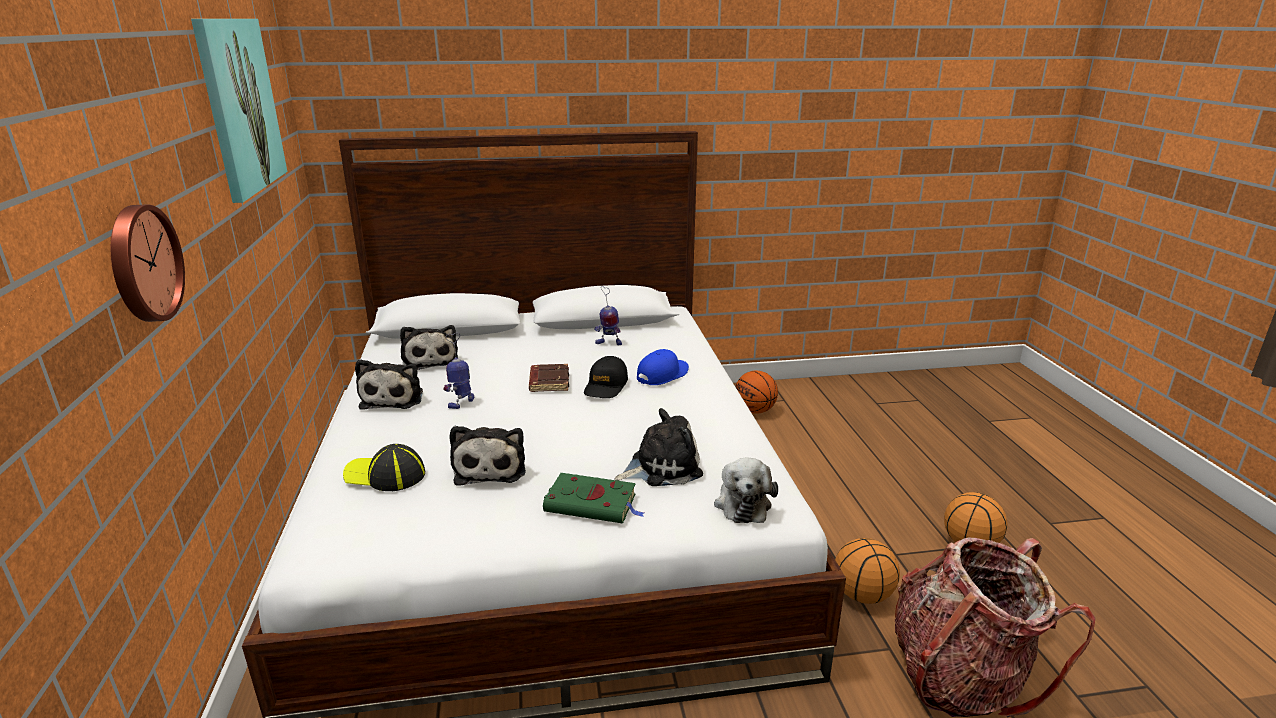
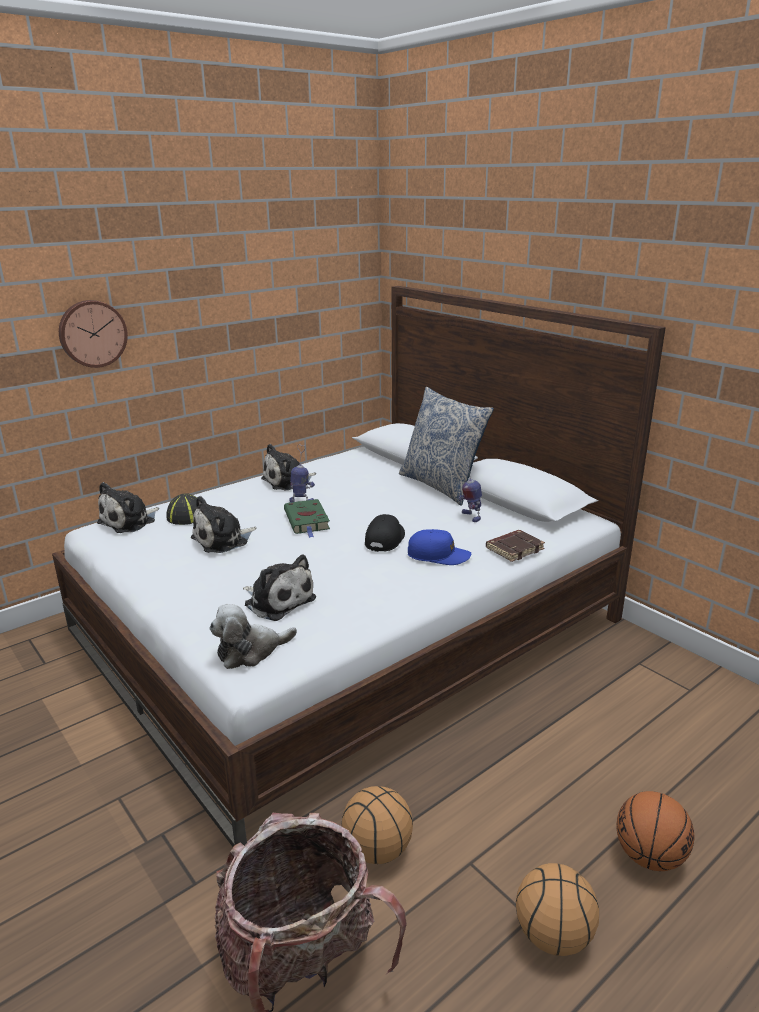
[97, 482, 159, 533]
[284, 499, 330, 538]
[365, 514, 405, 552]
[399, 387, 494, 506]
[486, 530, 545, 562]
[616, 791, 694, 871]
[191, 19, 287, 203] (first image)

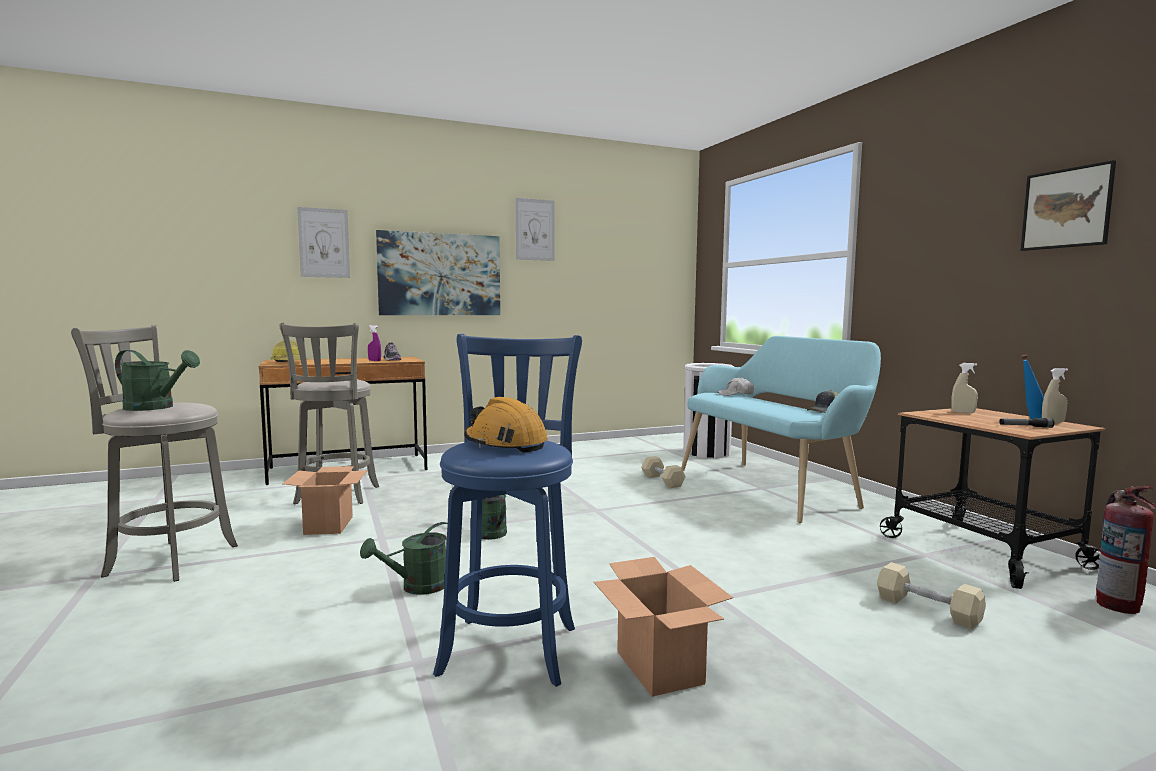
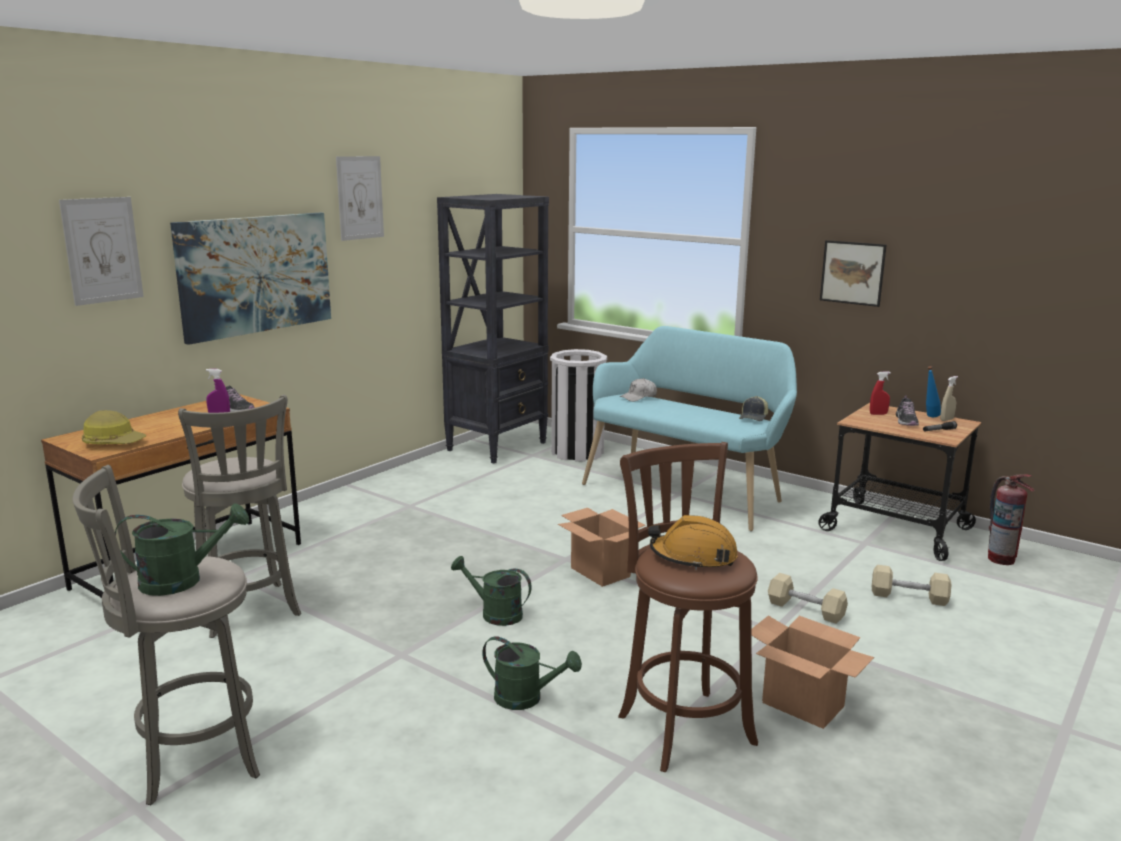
[437, 194, 549, 464]
[482, 636, 582, 710]
[558, 508, 646, 587]
[618, 442, 758, 772]
[768, 573, 848, 624]
[820, 240, 887, 307]
[870, 371, 891, 415]
[896, 395, 919, 426]

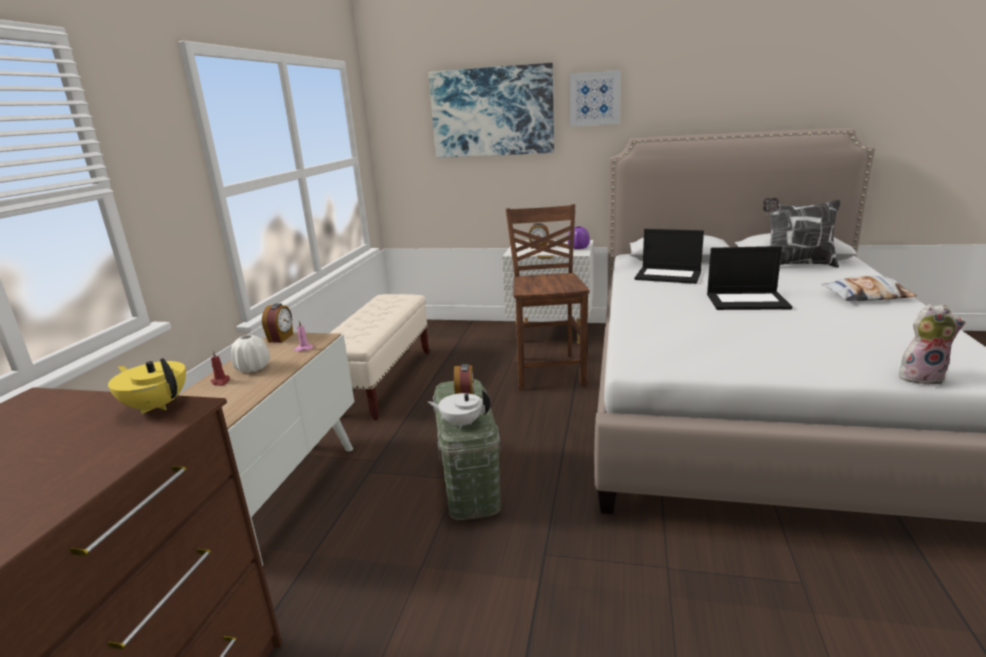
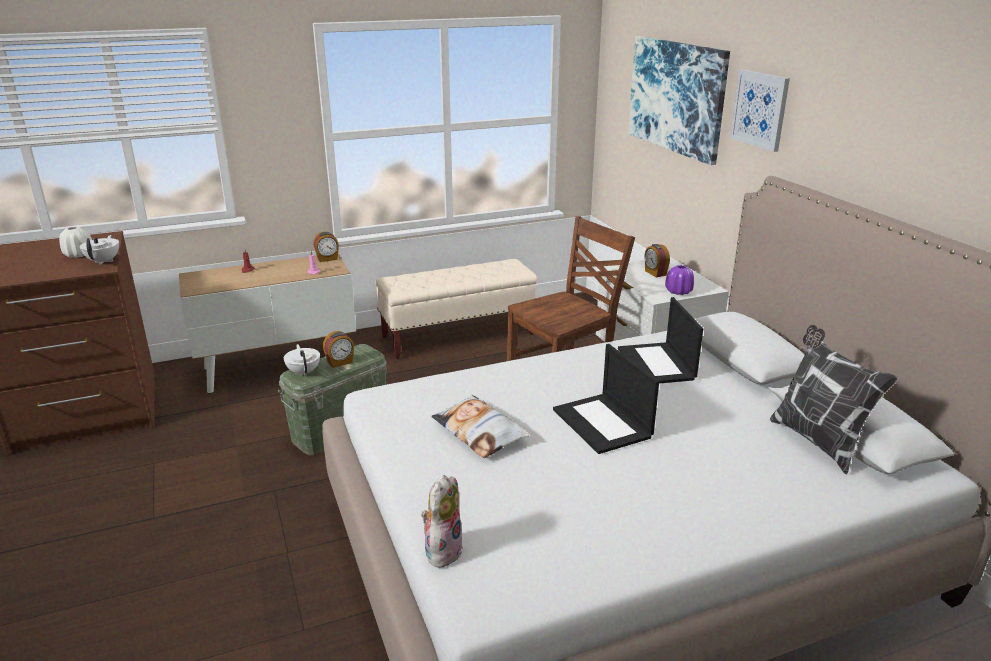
[59, 226, 92, 258]
[80, 235, 119, 265]
[421, 475, 463, 568]
[431, 395, 529, 458]

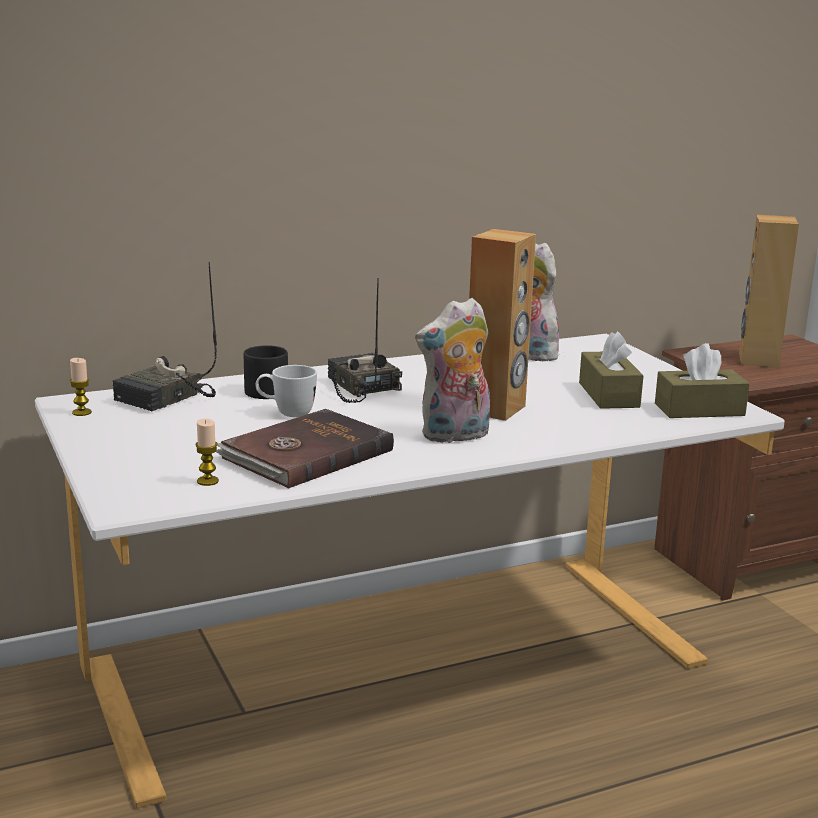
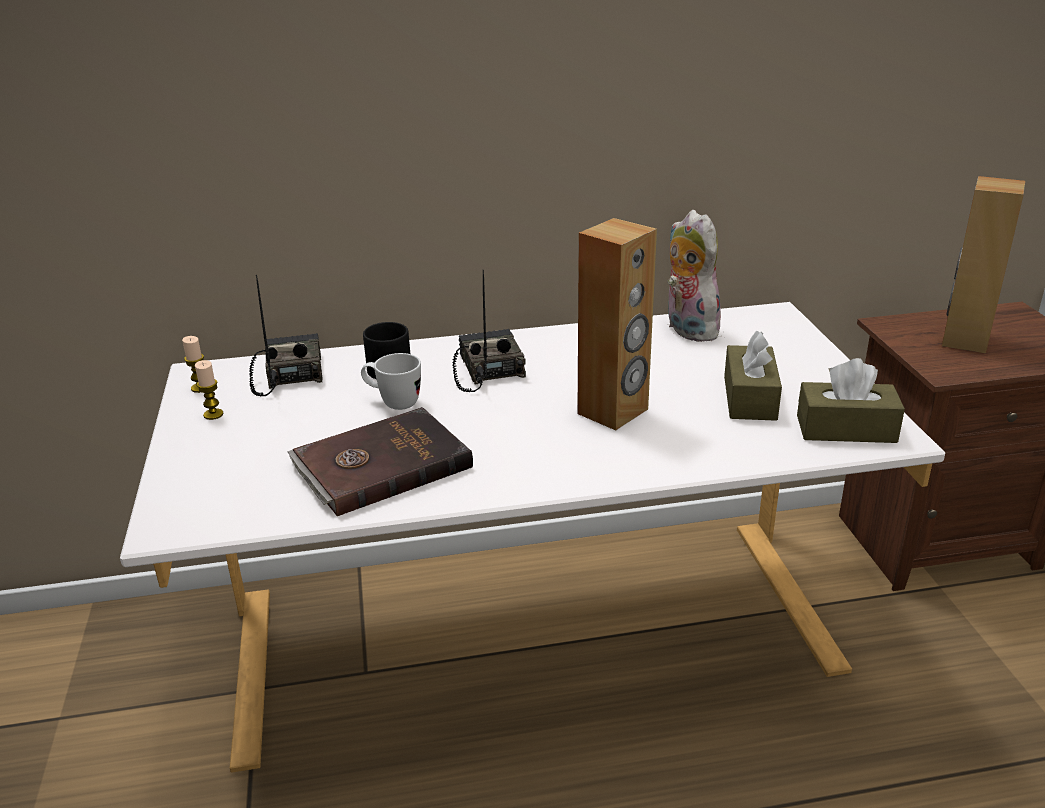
[195, 360, 224, 420]
[249, 275, 323, 397]
[415, 298, 490, 444] (first image)

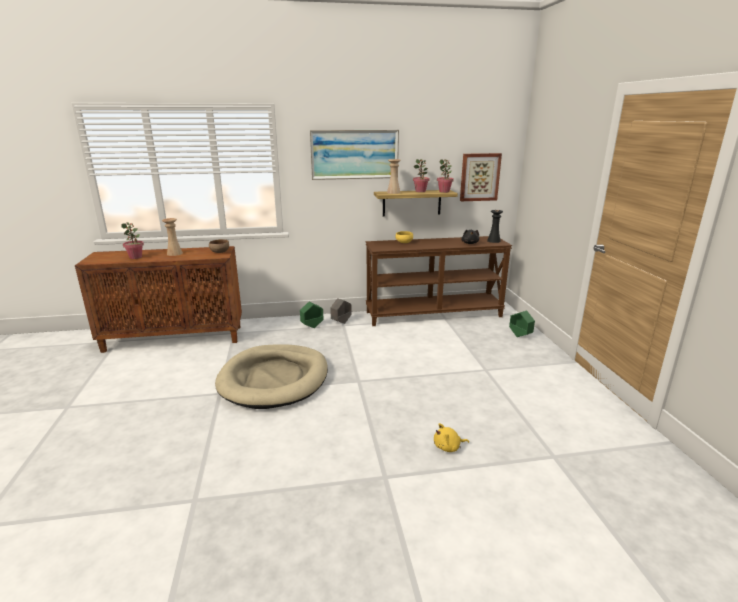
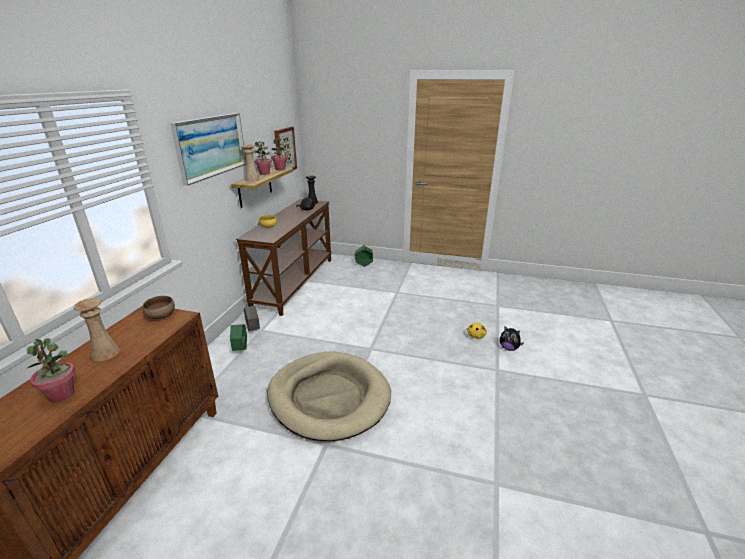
[500, 326, 523, 351]

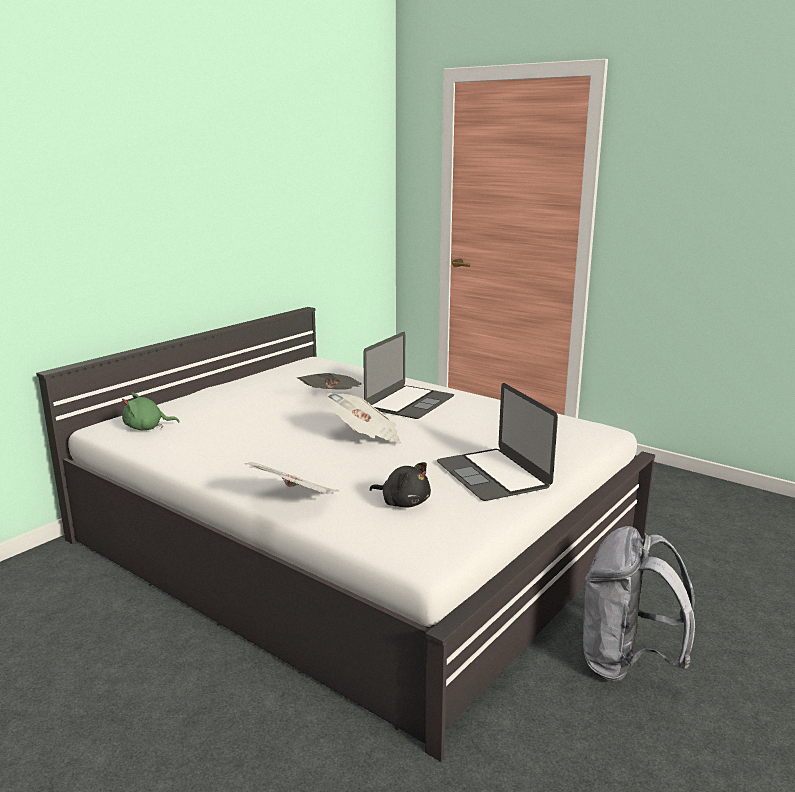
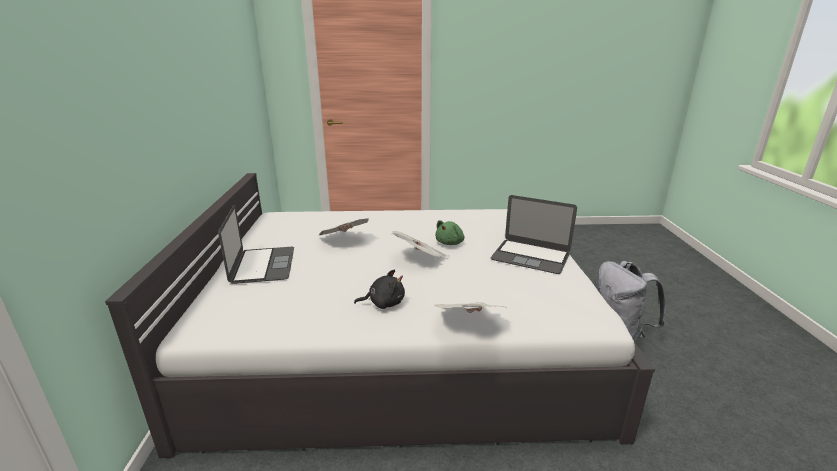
[218, 204, 294, 284]
[354, 269, 405, 309]
[435, 220, 465, 245]

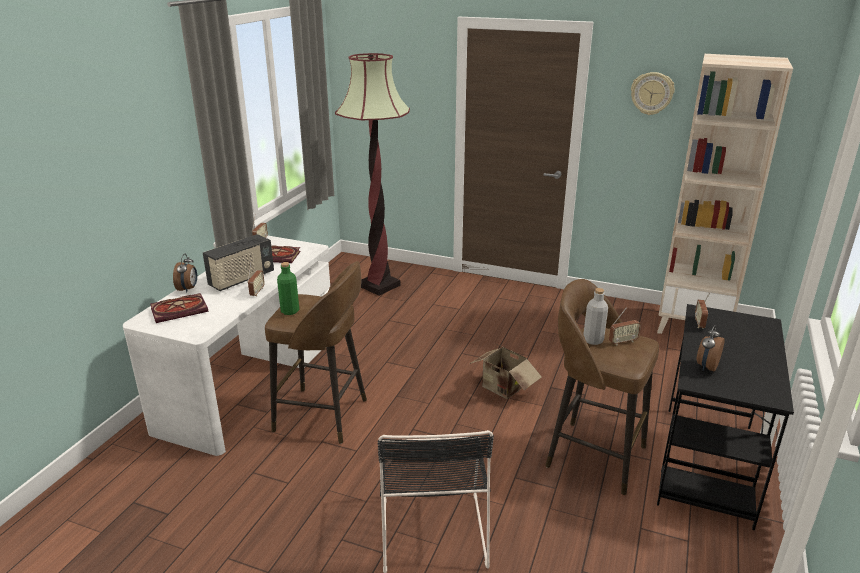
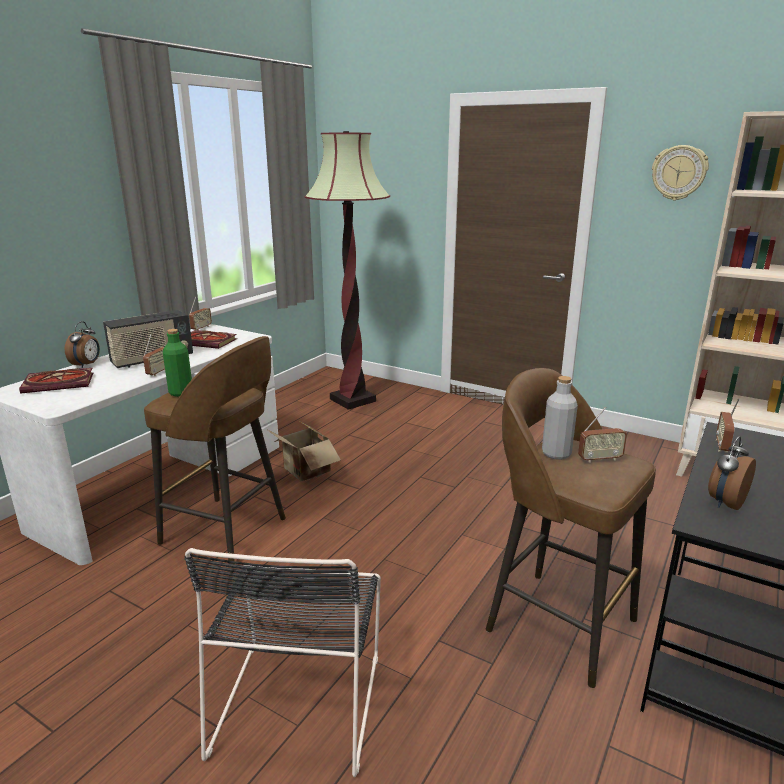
[266, 420, 341, 481]

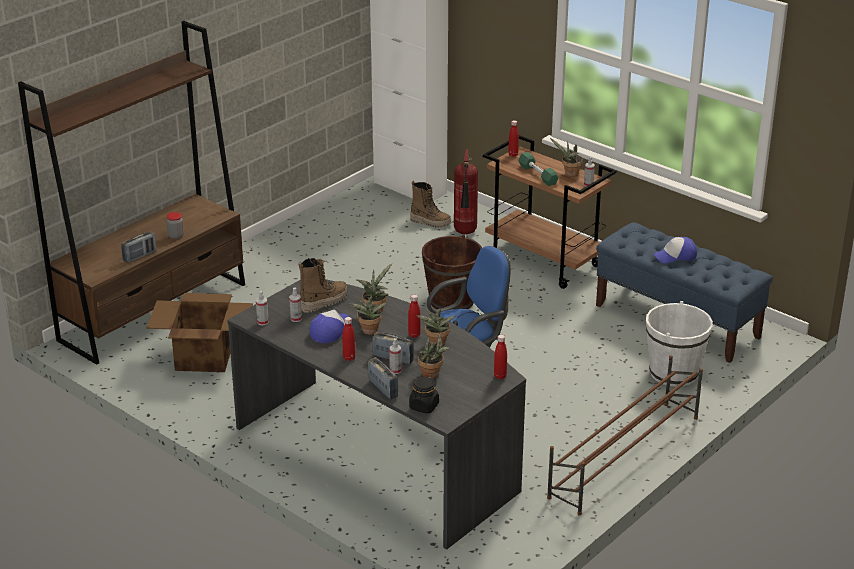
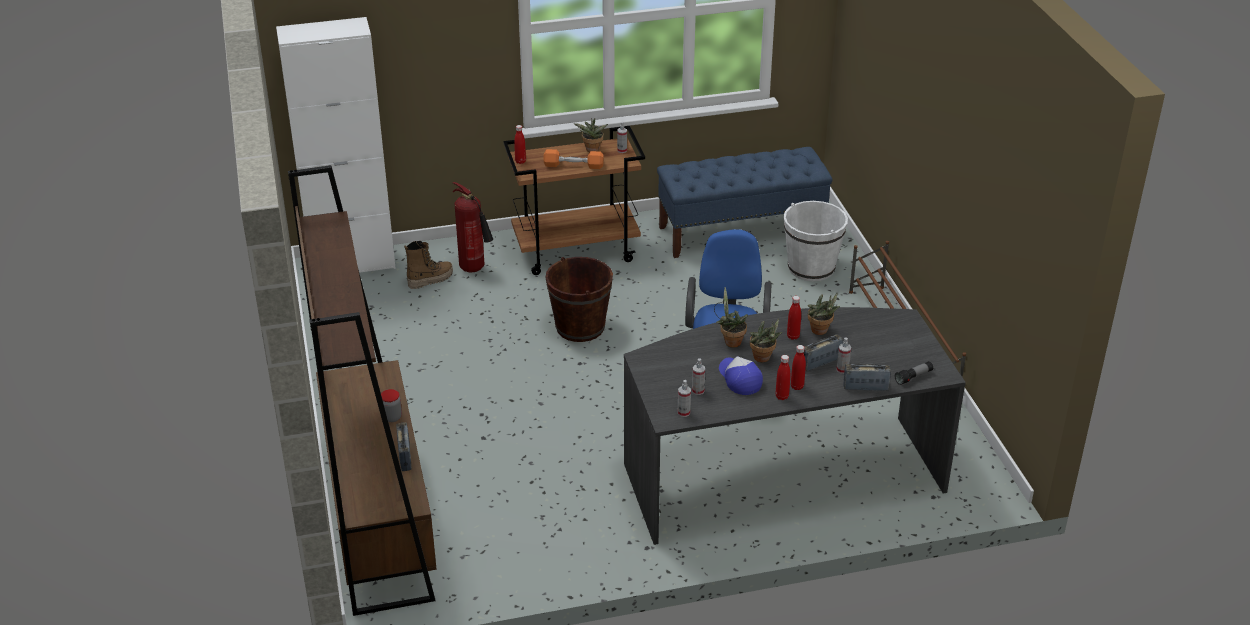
[543, 149, 604, 169]
[776, 355, 790, 400]
[895, 361, 933, 385]
[146, 293, 253, 372] (first image)
[298, 258, 347, 313] (first image)
[418, 333, 449, 379] (first image)
[654, 237, 697, 263] (first image)

